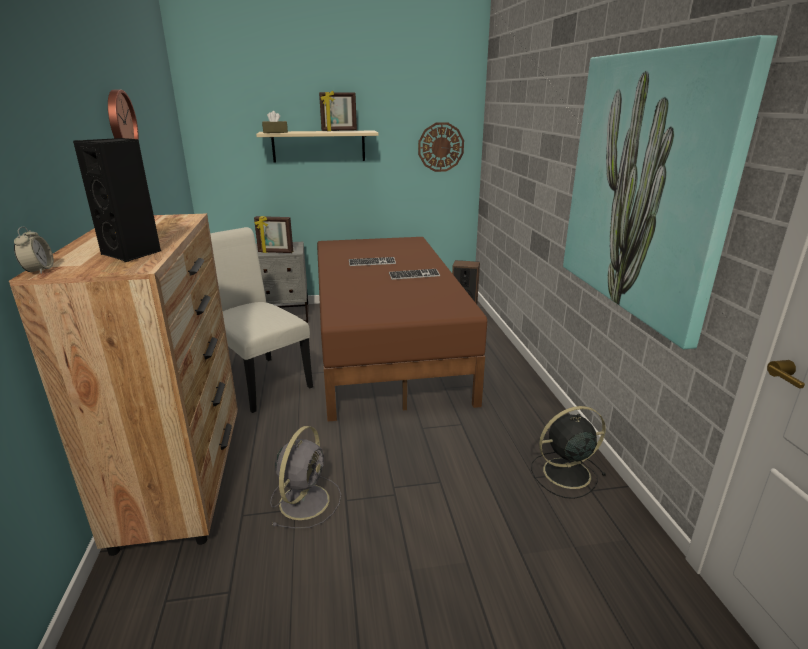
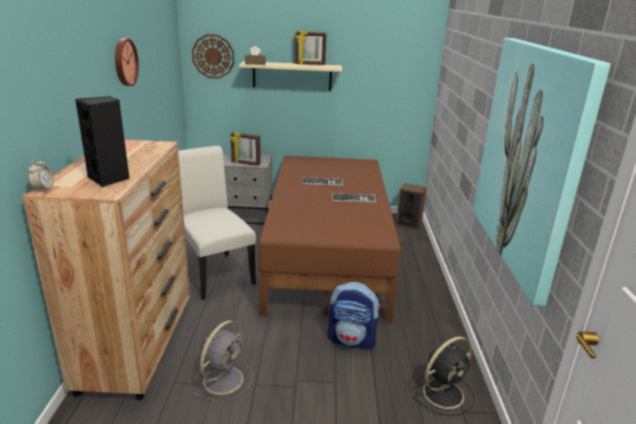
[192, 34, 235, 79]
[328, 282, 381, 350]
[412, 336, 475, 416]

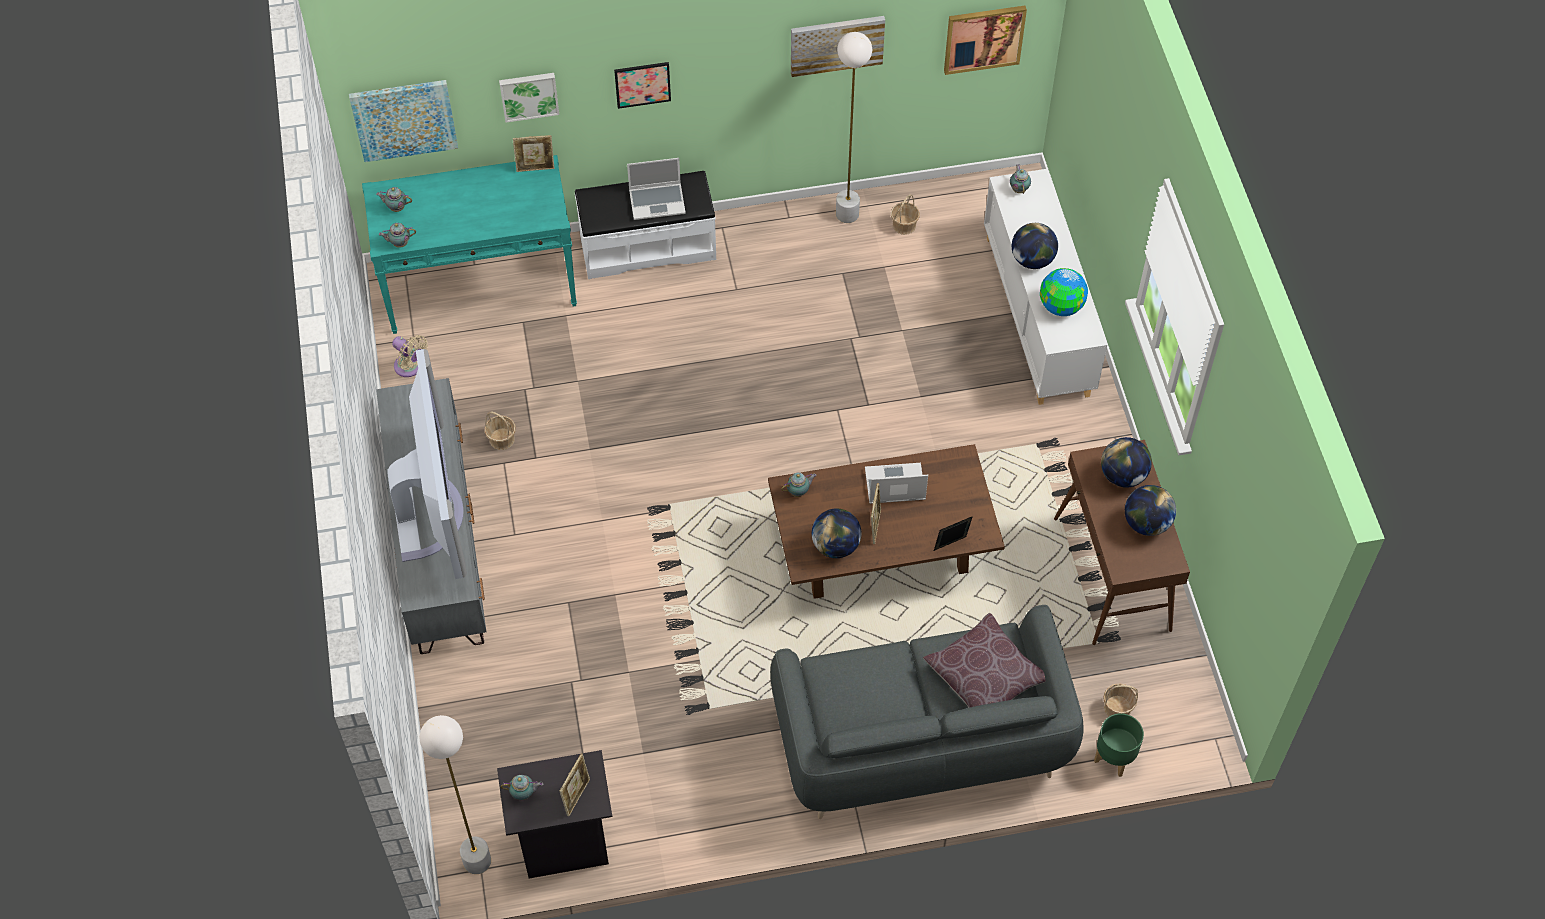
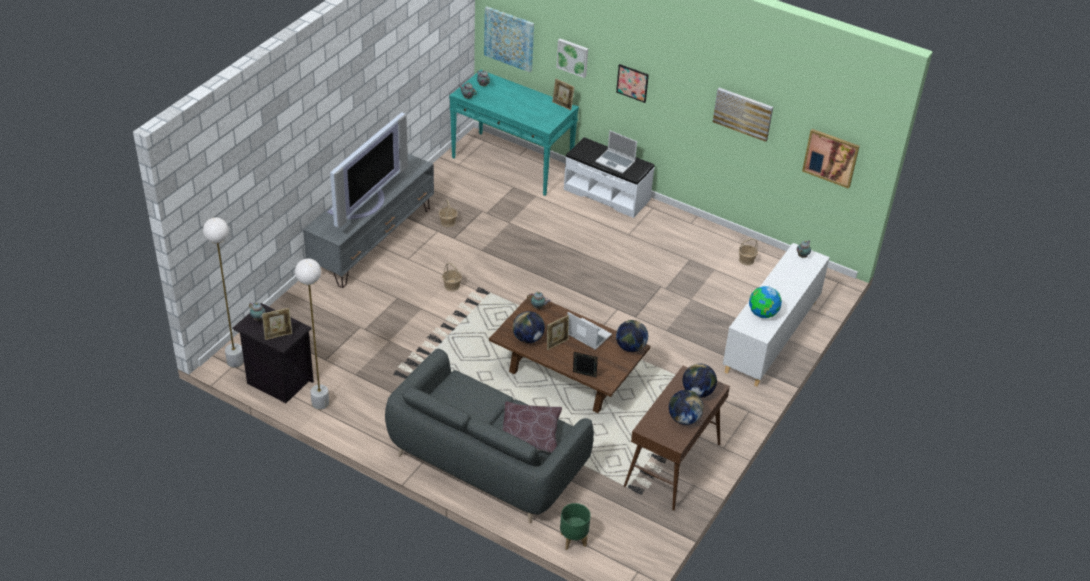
[295, 258, 329, 410]
[442, 263, 462, 291]
[616, 320, 648, 352]
[392, 335, 428, 377] (first image)

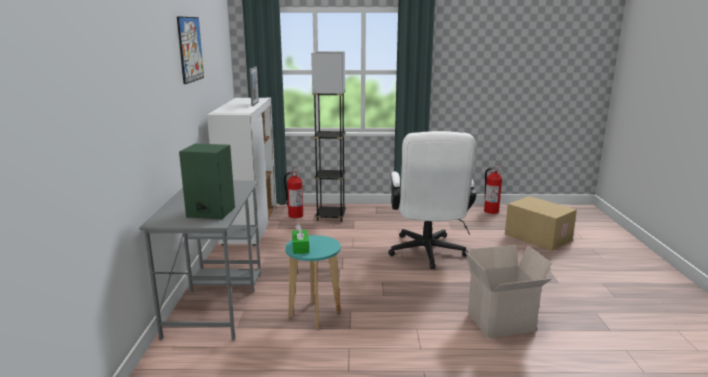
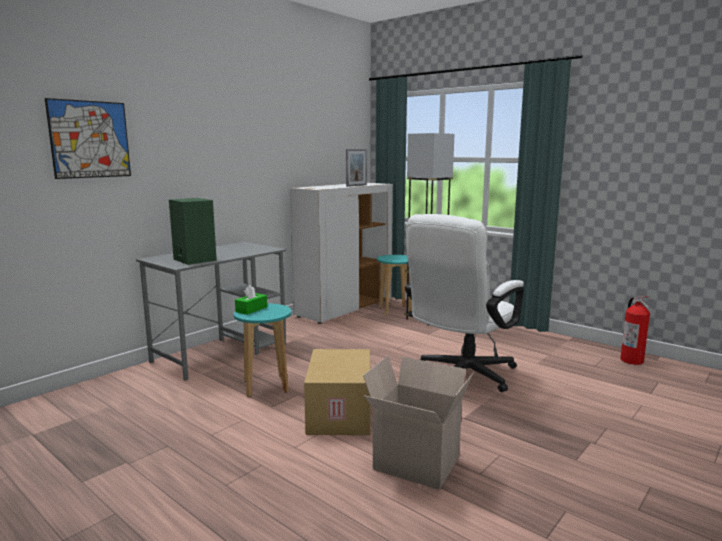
[45, 98, 131, 179]
[304, 349, 370, 435]
[377, 255, 412, 315]

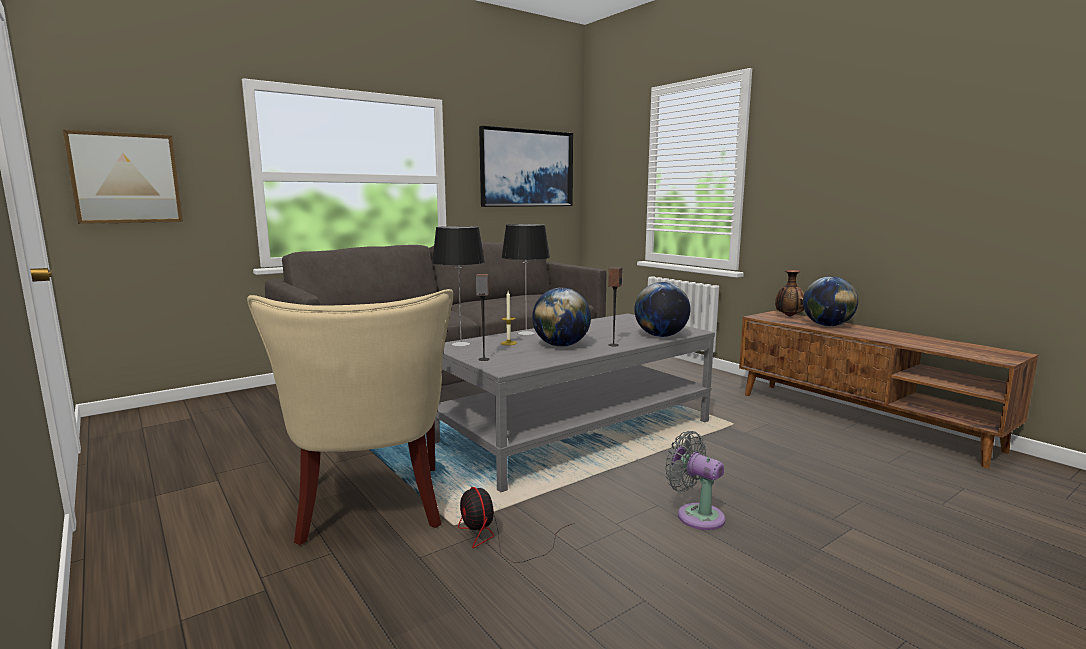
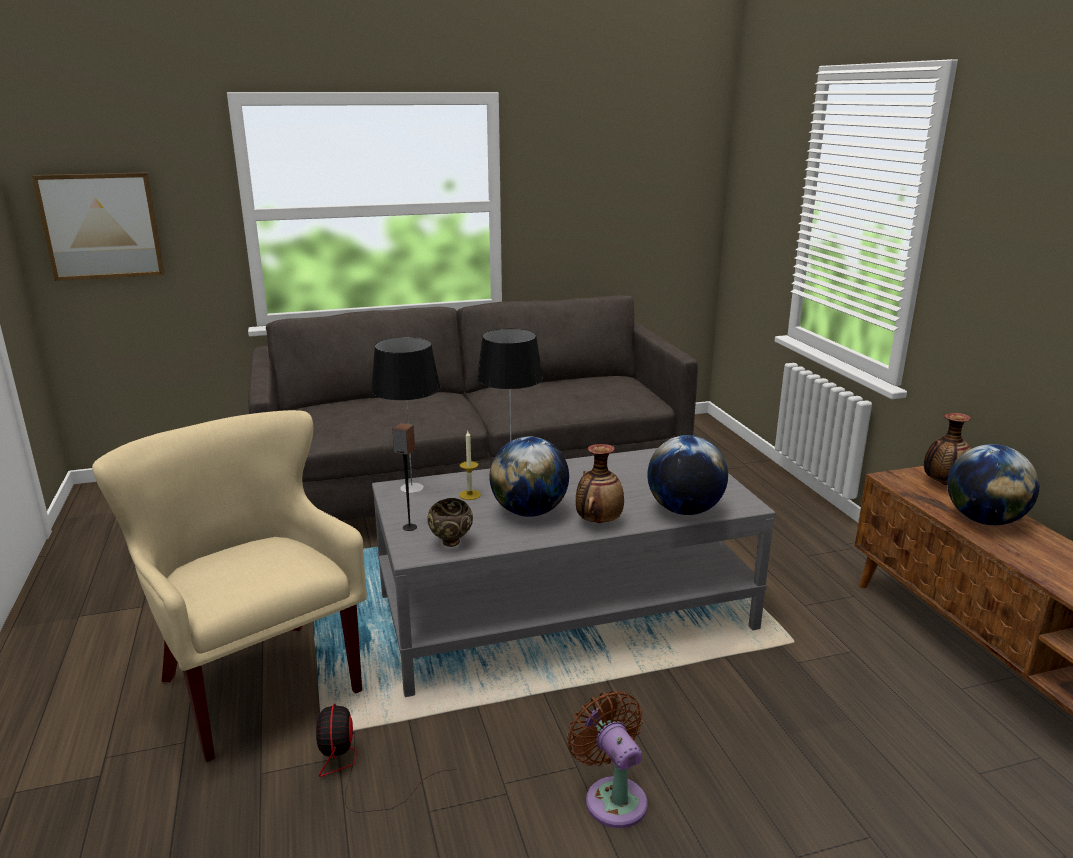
[92, 410, 367, 762]
[427, 498, 473, 547]
[567, 690, 648, 828]
[576, 444, 624, 523]
[479, 126, 573, 207] (first image)

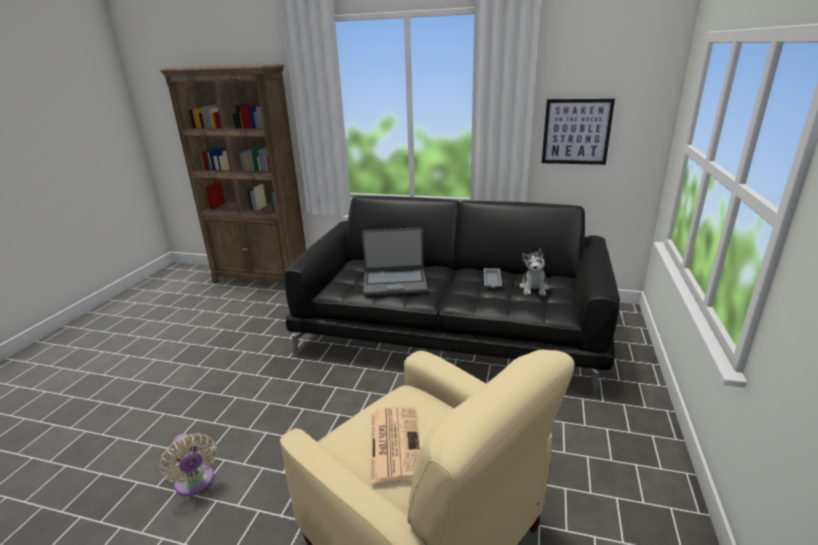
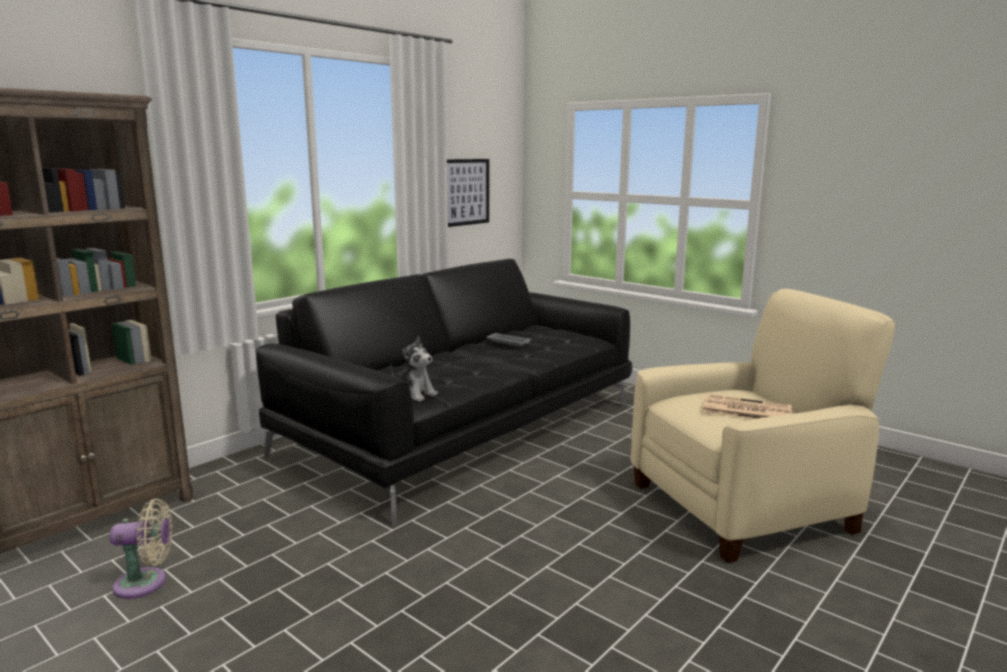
[110, 499, 172, 599]
[390, 336, 438, 402]
[362, 227, 427, 295] (first image)

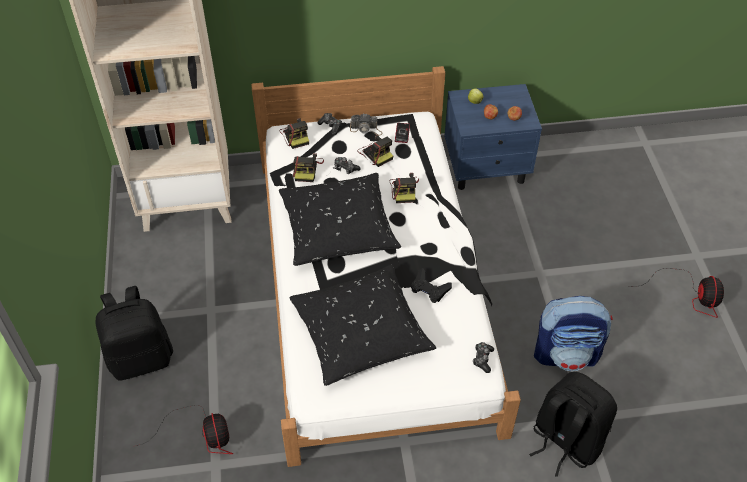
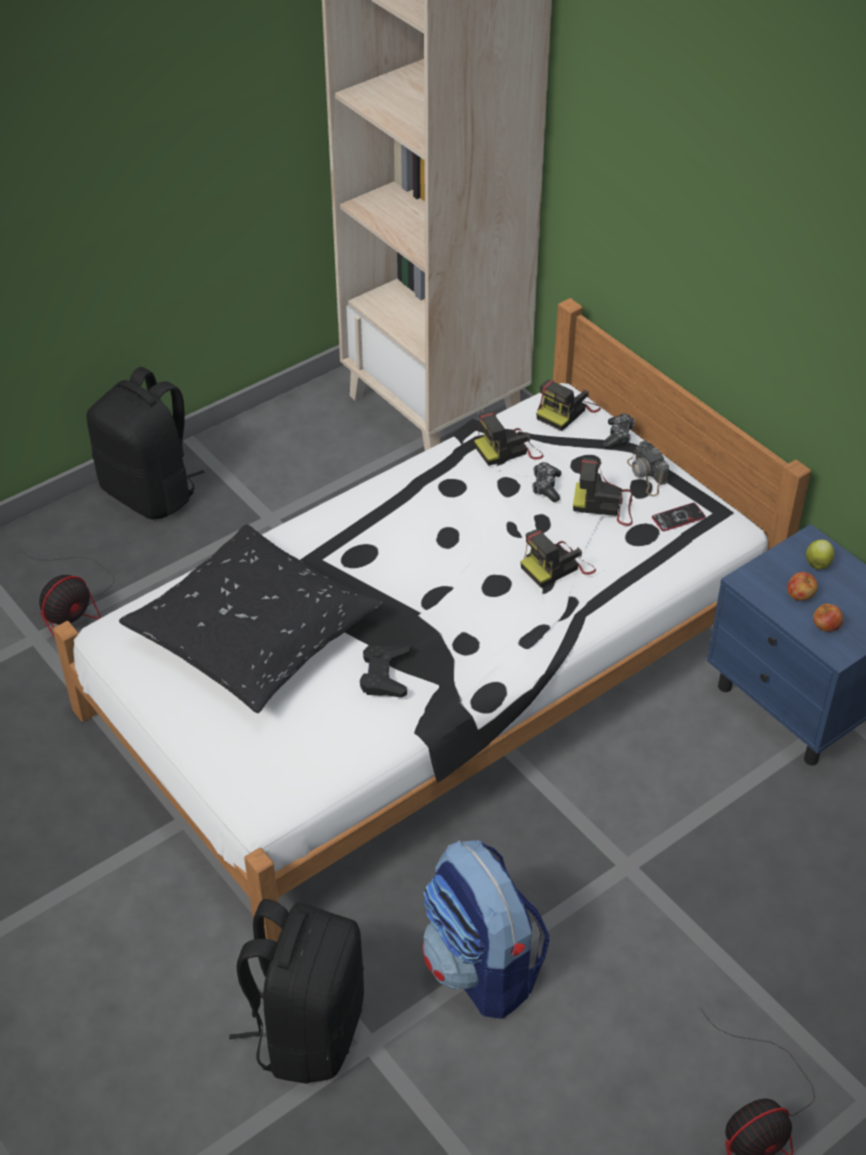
[573, 457, 633, 526]
[279, 173, 401, 266] (first image)
[473, 342, 494, 373] (first image)

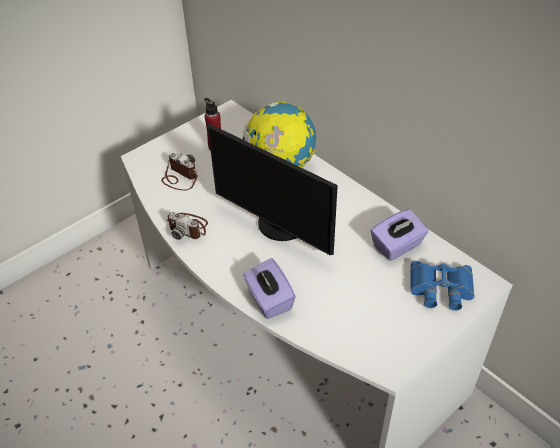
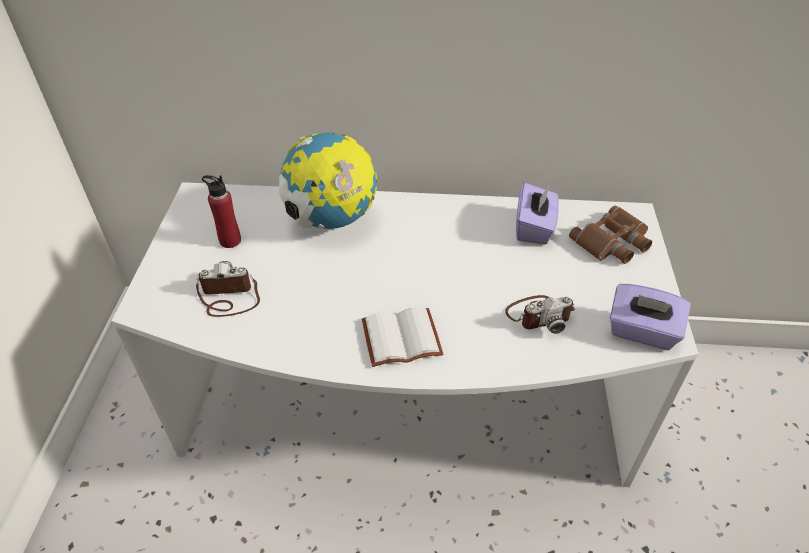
[362, 307, 443, 367]
[505, 295, 575, 334]
[569, 206, 652, 264]
[610, 284, 691, 350]
[208, 123, 338, 255] (first image)

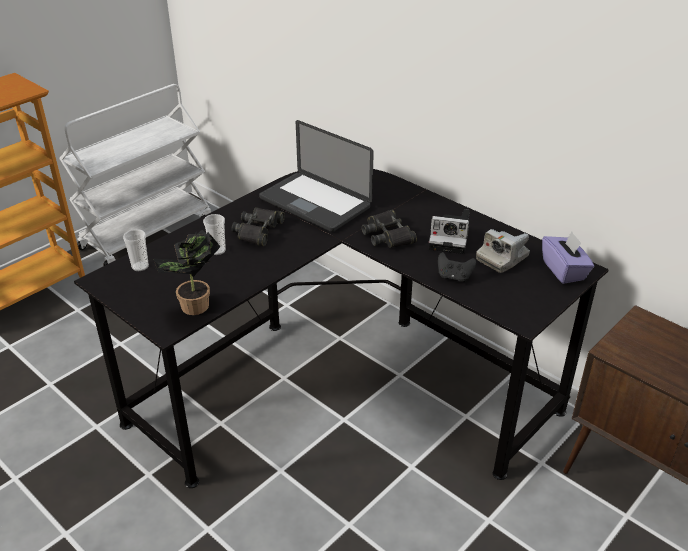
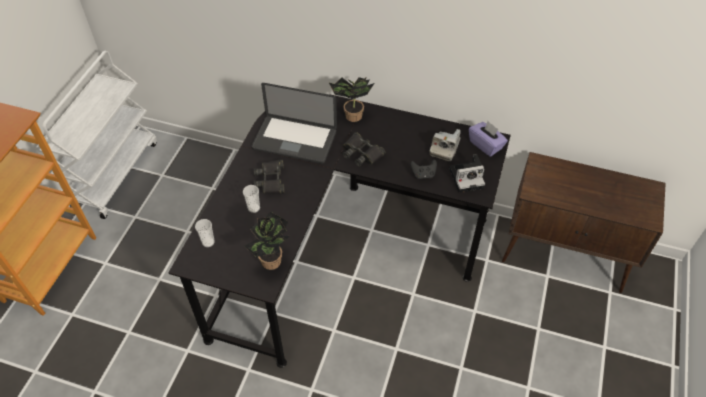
[329, 77, 374, 122]
[449, 154, 485, 193]

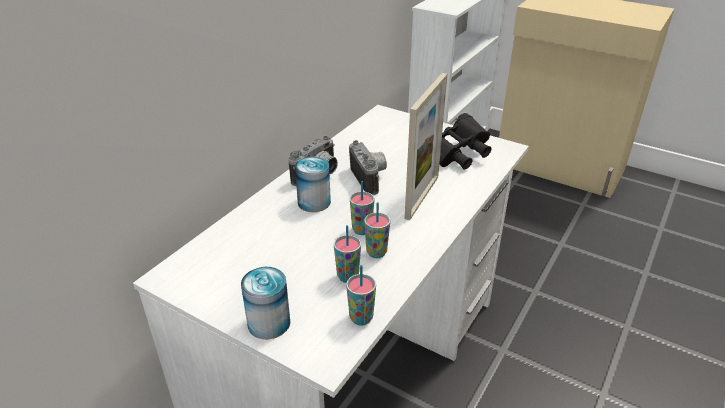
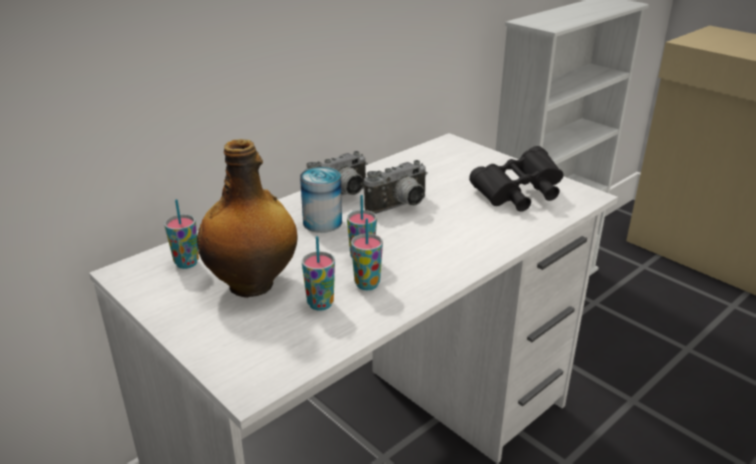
[164, 199, 199, 269]
[197, 139, 298, 298]
[364, 160, 428, 214]
[241, 267, 290, 339] (first image)
[404, 73, 447, 221] (first image)

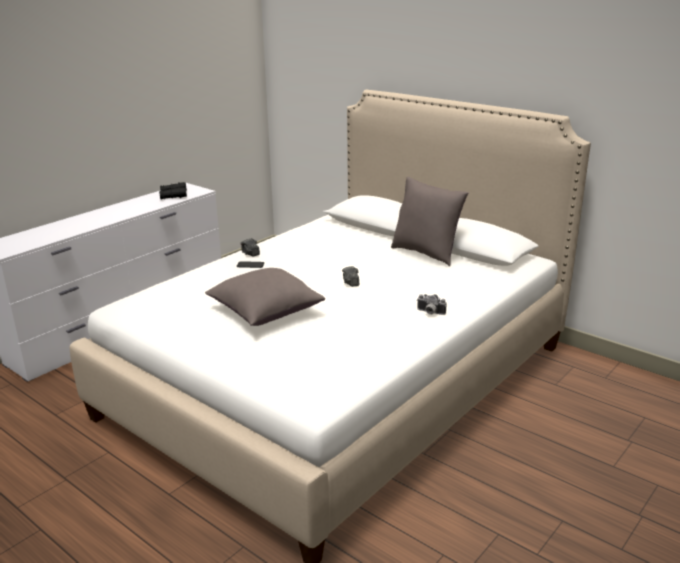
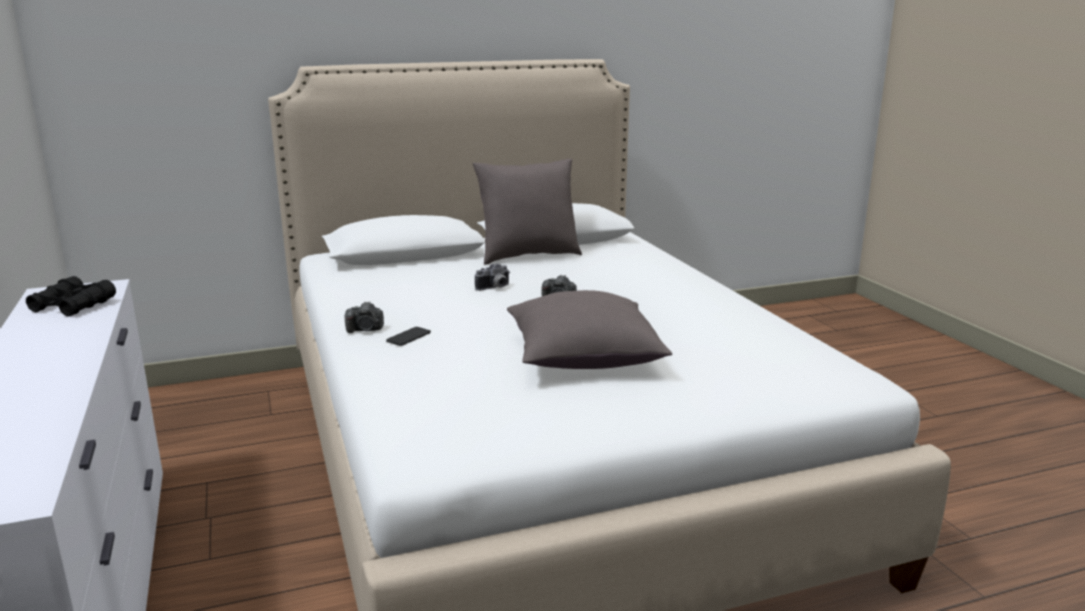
[475, 263, 510, 291]

